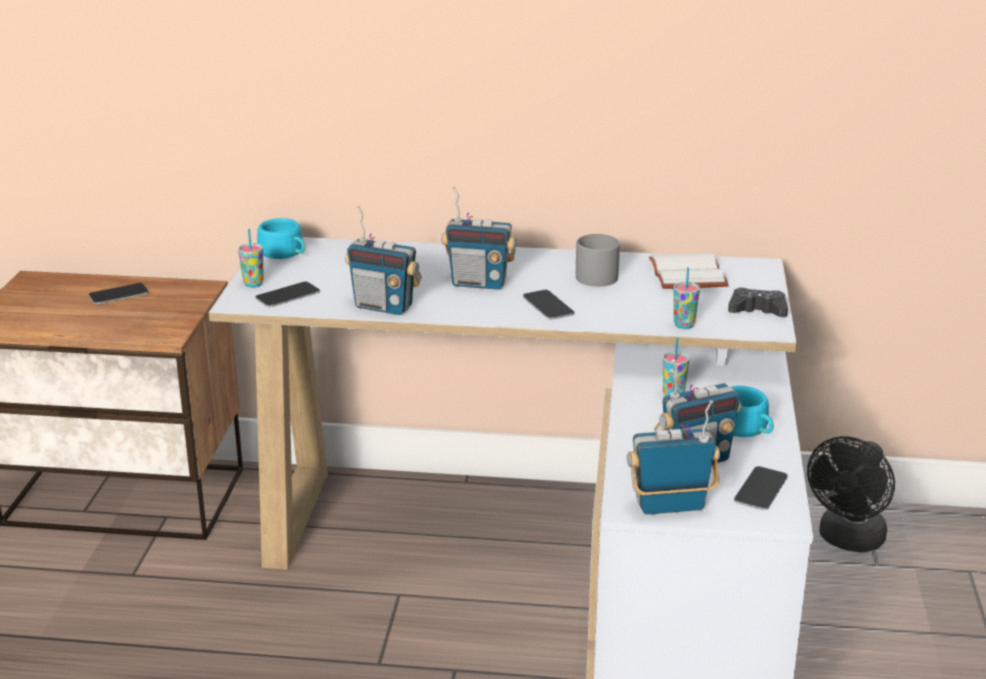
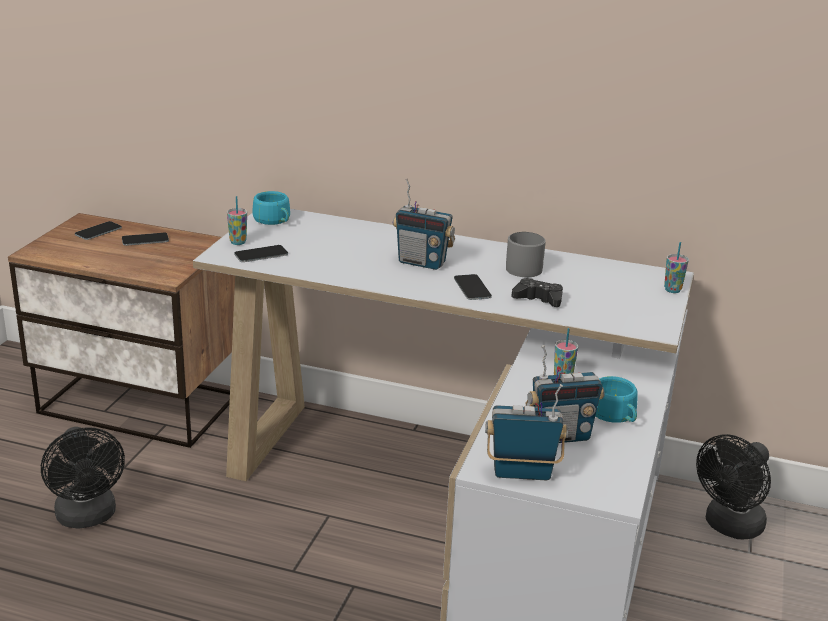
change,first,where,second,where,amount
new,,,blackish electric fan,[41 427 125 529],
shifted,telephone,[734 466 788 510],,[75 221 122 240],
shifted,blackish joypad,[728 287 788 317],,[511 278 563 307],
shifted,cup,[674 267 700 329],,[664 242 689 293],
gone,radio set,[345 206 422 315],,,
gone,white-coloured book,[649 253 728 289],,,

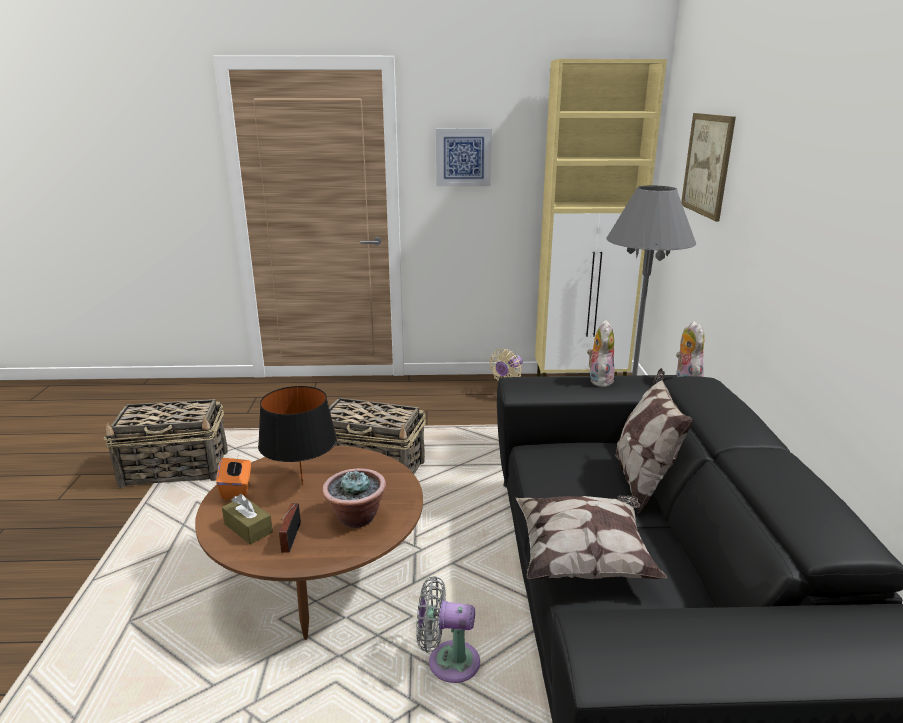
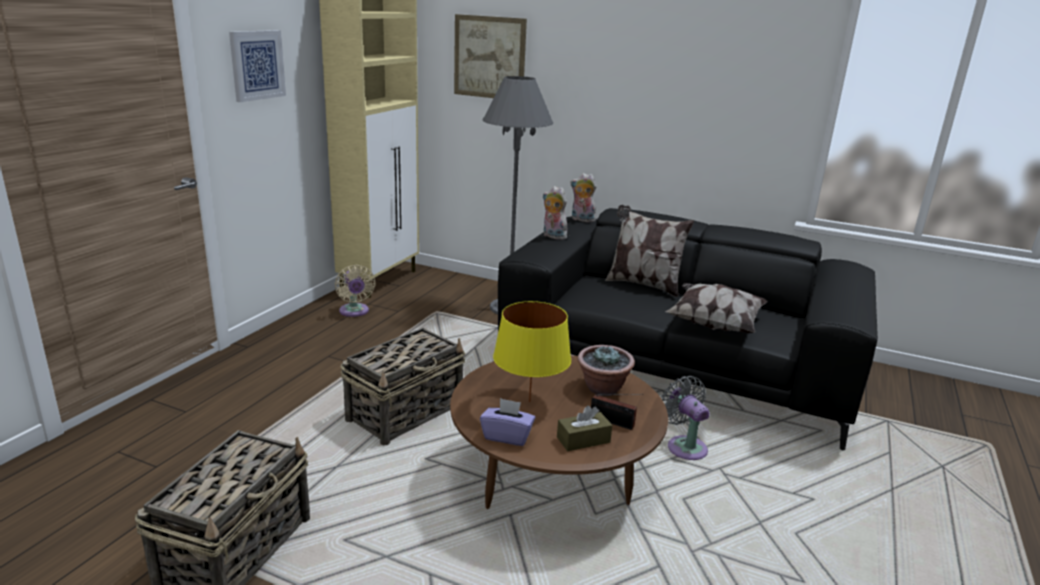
change,first,where,second,where,amount
repainted,orange-coloured tissue holder,[216 454 251 500],purple-coloured tissue holder,[480 398 535 446],
repainted,blackish table lamp,[258 386 337 485],yellow-coloured table lamp,[493 301 571 403],
rotated,grey electric fan,[416 576 480 683],,[661 376 710 460],120 degrees clockwise

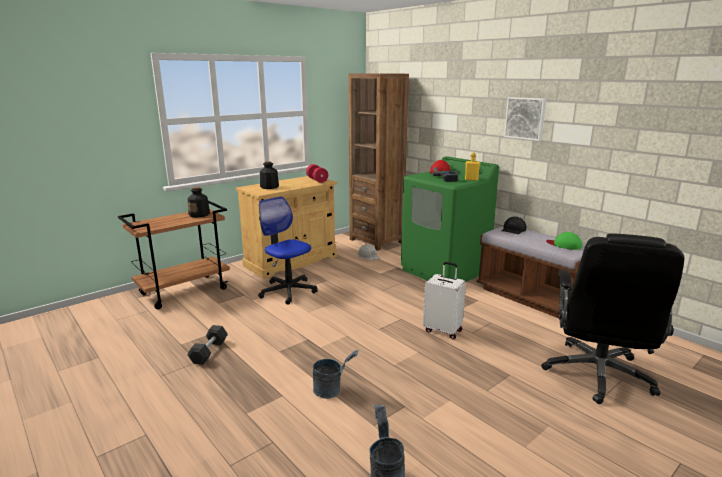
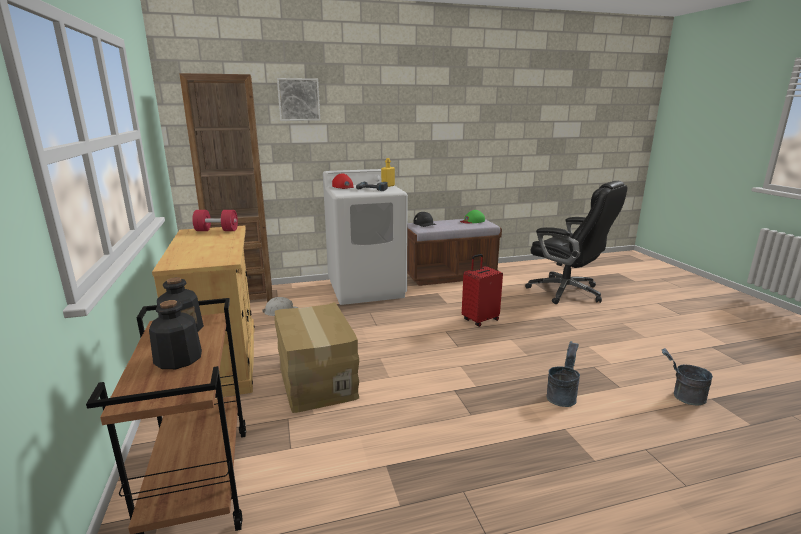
change,first,where,second,where,amount
shifted,drink bottle,[260 161 279 189],,[149 300 202 369],
swapped,office chair,[258 196 318 305],cardboard box,[274 302 359 413],
shifted,wall picture,[504 97 547 141],,[277 78 320 121],
repainted,green laundry appliance,[401 156 499 282],white-coloured laundry appliance,[323 169 408 305],
repainted,white-coloured piece of luggage,[423 262 466 339],reddish piece of luggage,[462 254 503 327],
gone,grey dumbbell,[188 325 228 365],,,

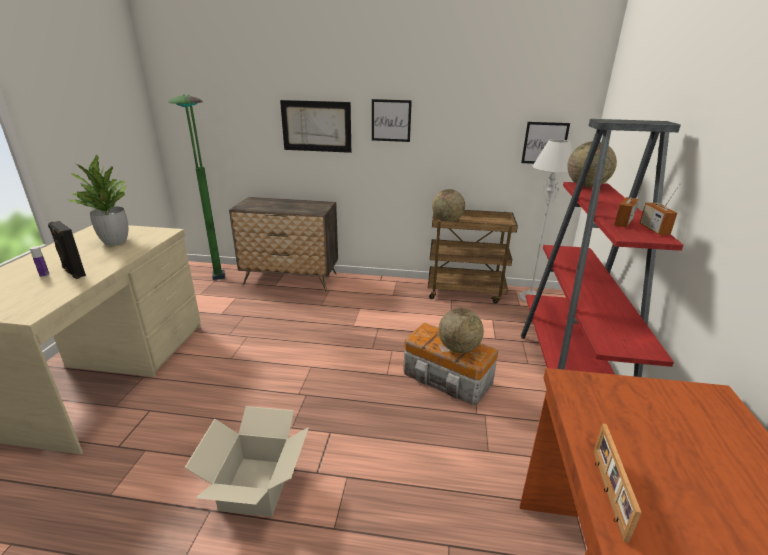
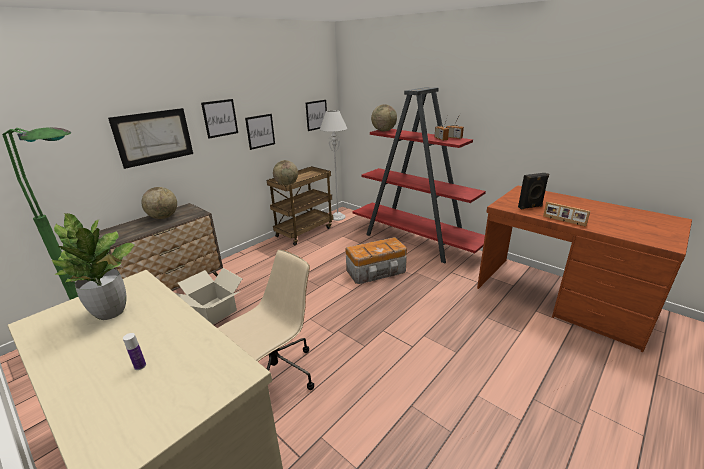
change,first,where,second,where,amount
shifted,world globe,[438 308 484 353],,[141 187 177 219],
shifted,cardboard box,[184 406 309 517],,[175 268 242 324],
new,,,beige-coloured office chair,[218 250 314 390],
new,,,wall picture,[245 114 275 150],
shifted,blackish audio speaker,[48 221 86 279],,[518 173 549 209],

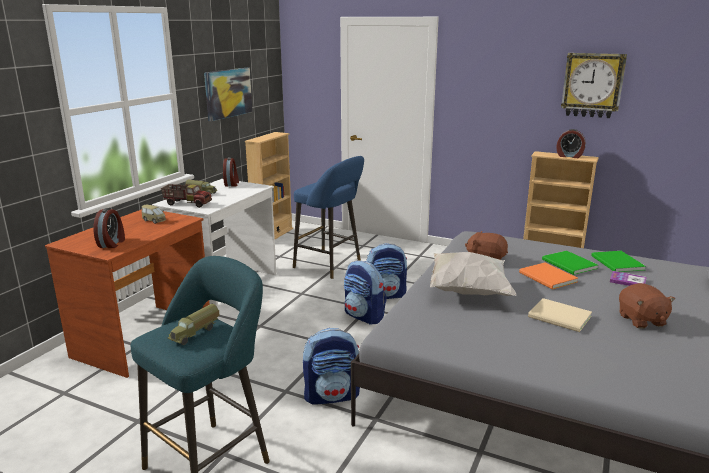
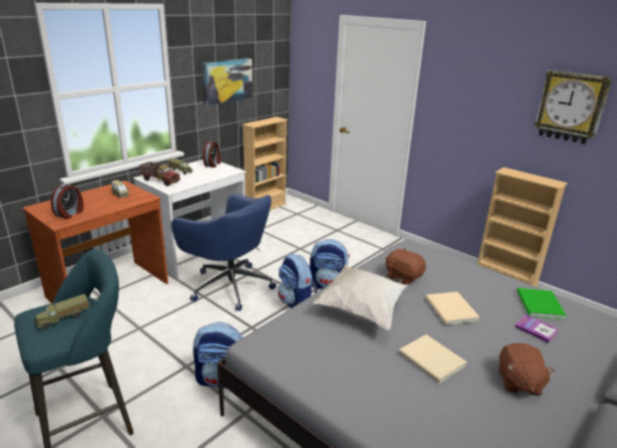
change,first,where,second,where,amount
new,,,bluish office chair,[171 194 276 311],
repainted,orange-coloured book,[519 263 578 289],beige-coloured book,[426 292 480 325],
gone,bluish sitting stool,[293 156 364 279],,,
gone,green book,[542 251 598 275],,,
gone,table clock,[556 129 586 158],,,

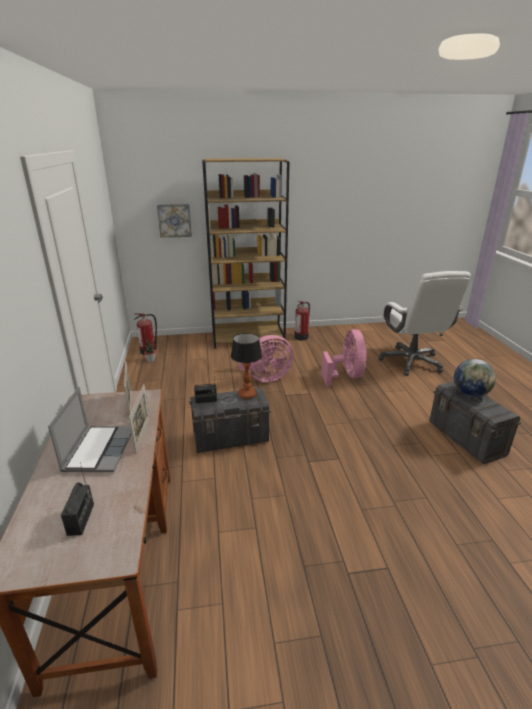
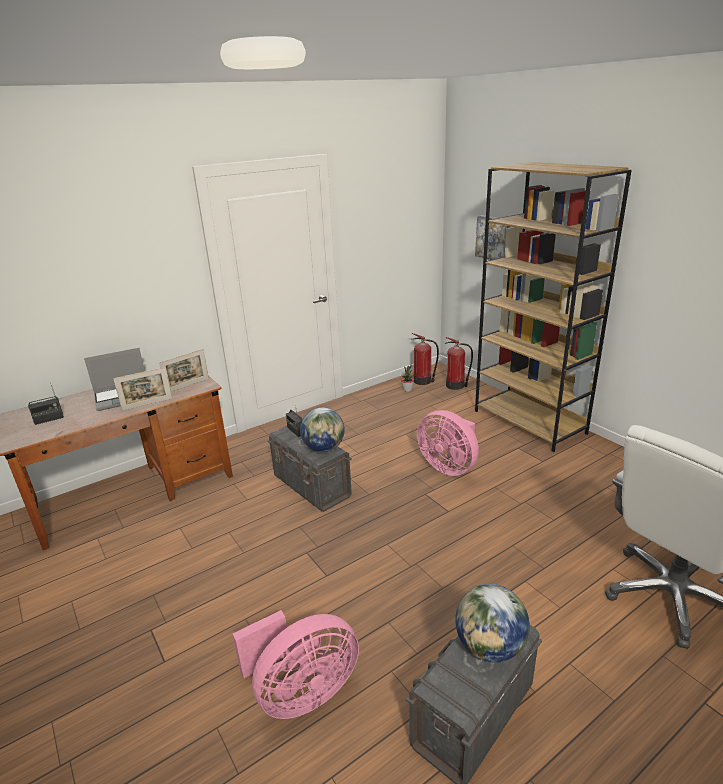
change,first,where,second,where,amount
shifted,pink electric fan,[321 329 367 386],,[232 610 359 719],
swapped,table lamp,[231 333 262 399],world globe,[300 407 345 452],
shifted,extinguisher,[294 301 310 340],,[445 337 473 390],

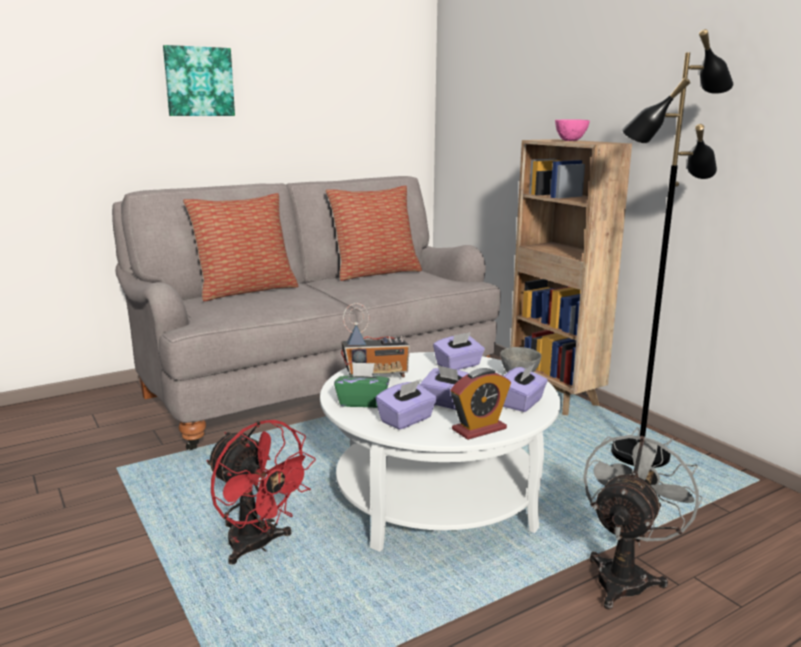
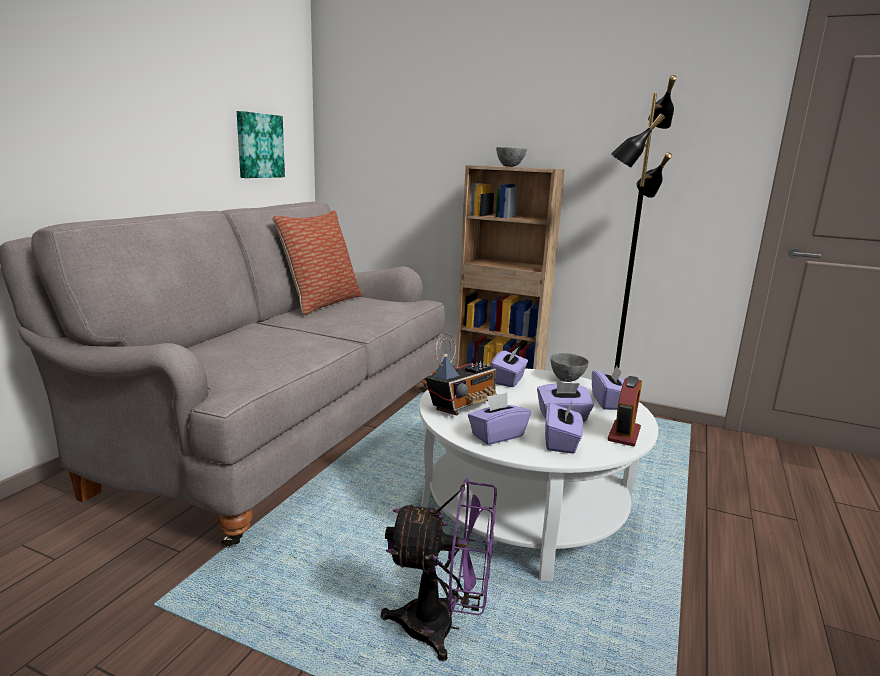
change,first,where,second,where,amount
shifted,wall picture,[163 45 235 116],,[237 111 285 178],
repainted,reddish electric fan,[207 420 316 565],purple-coloured electric fan,[381 478 497 662],
repainted,green tissue holder,[334 362 390 408],purple-coloured tissue holder,[468 393 531 445],
repainted,pink deep dish,[555 119 590 141],grey deep dish,[496 147 527 167],
gone,throw pillow,[183 193 298 302],,,
gone,grey electric fan,[583 427 703 610],,,

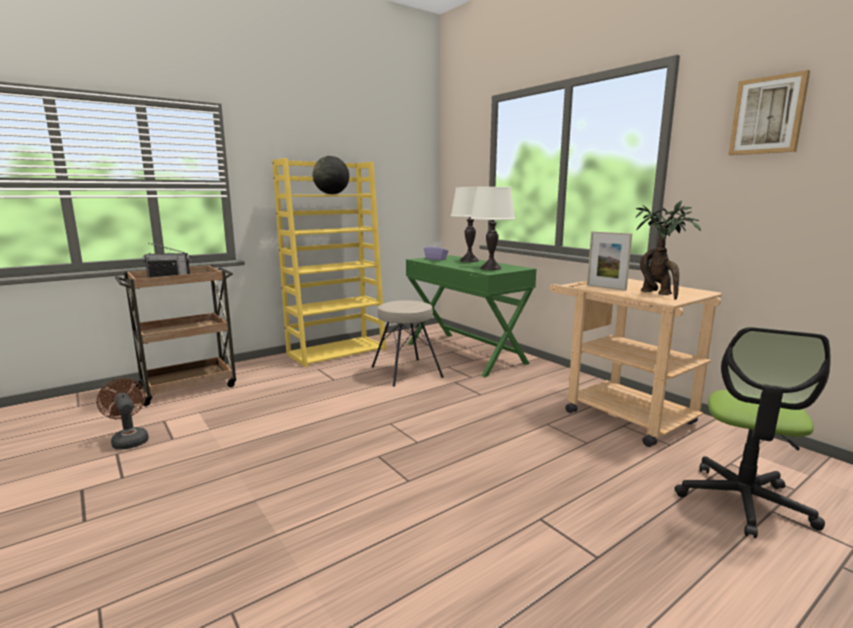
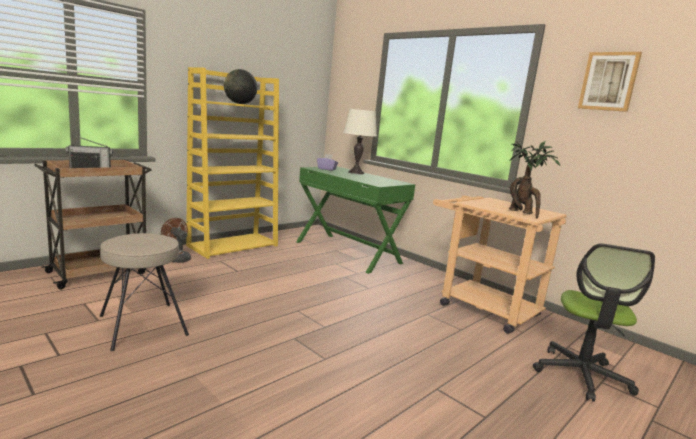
change,first,where,second,where,amount
shifted,beige-coloured sitting stool,[372 300 444 387],,[100 233 189 351],
shifted,brown electric fan,[96 378 149 450],,[161 218 191 263],
gone,white-coloured table lamp,[471 187 515 270],,,
gone,photo frame,[587 231 632 291],,,

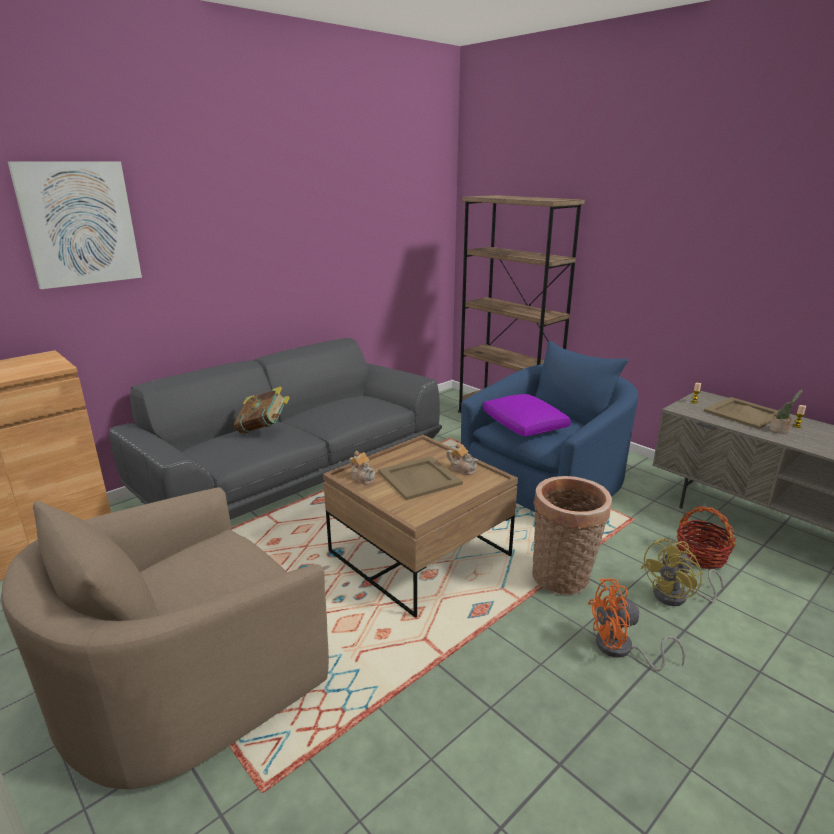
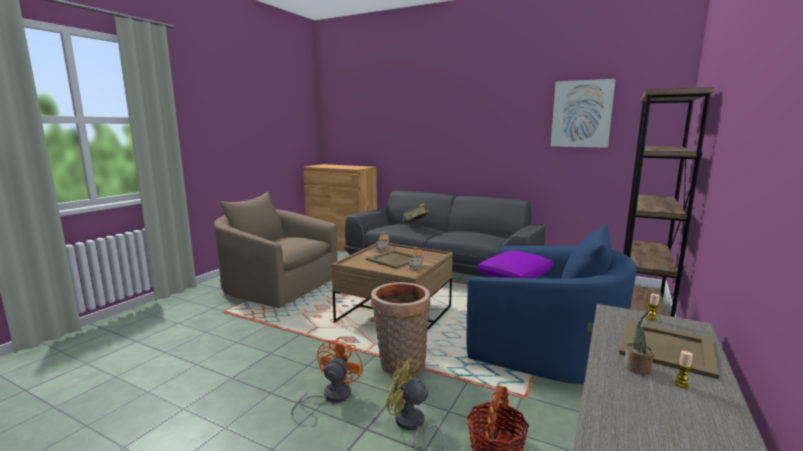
change,first,where,second,where,amount
rotated,orange-coloured electric fan,[588 579 685 671],,[291 337 364 415],45 degrees clockwise
shifted,wall picture,[8 161 142 289],,[551 79 616 148],

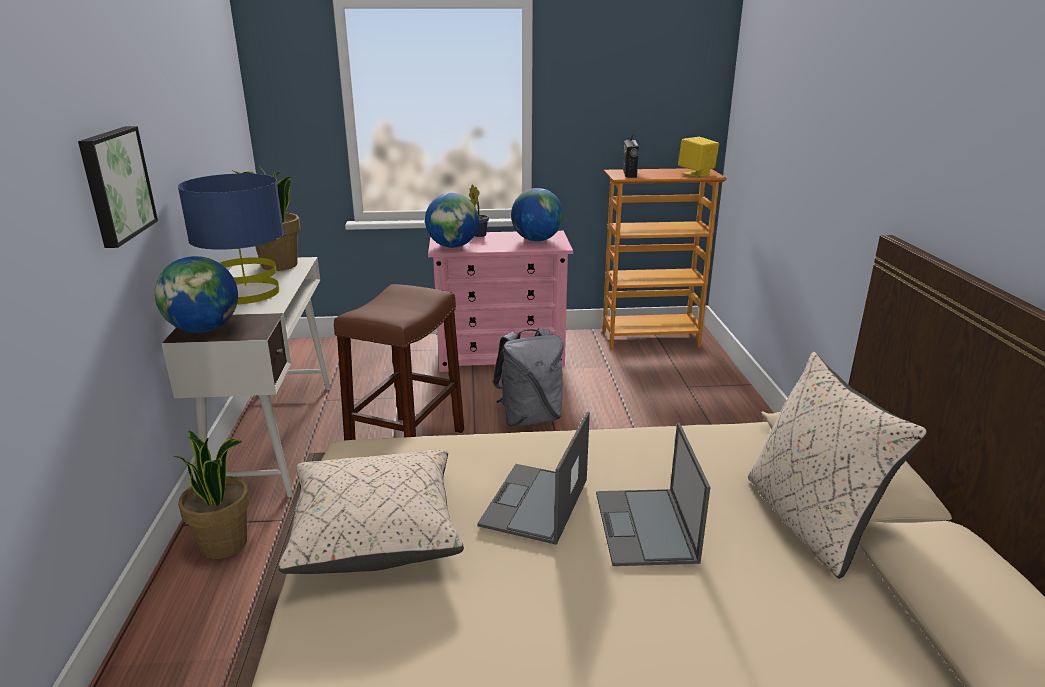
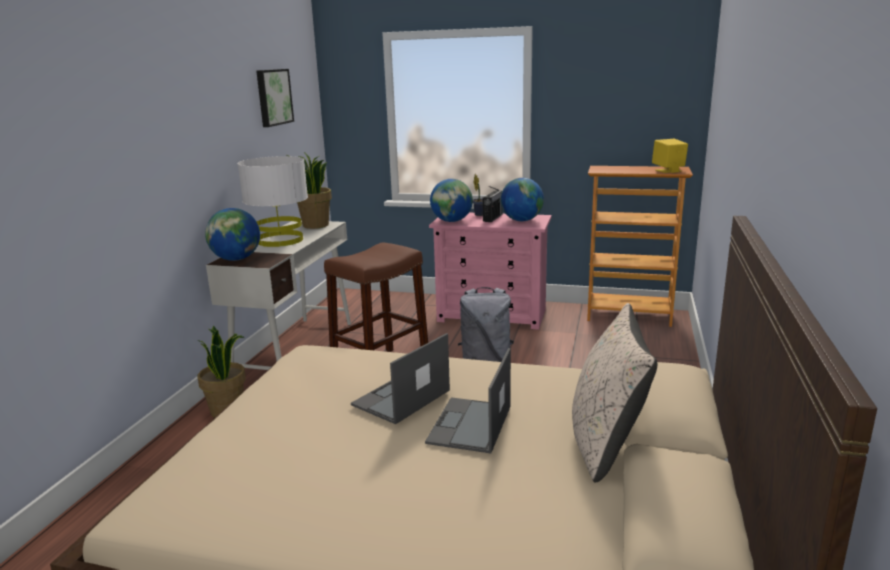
change,first,where,second,where,amount
repainted,bluish table lamp,[178 173 284 304],white-coloured table lamp,[237 156 308 247],
shifted,wall picture,[78 126 158 248],,[256 69 294 127],
shifted,radio set,[623 132 639 178],,[483 186 503 222],
gone,beige-coloured throw pillow,[278 449 464 574],,,

